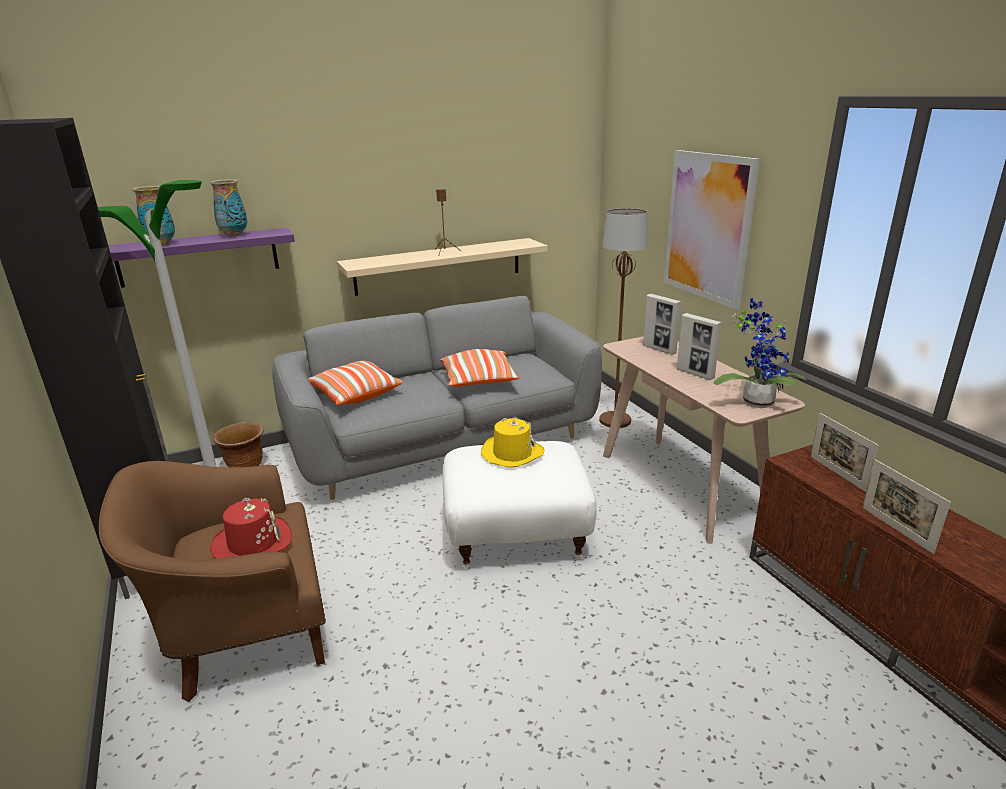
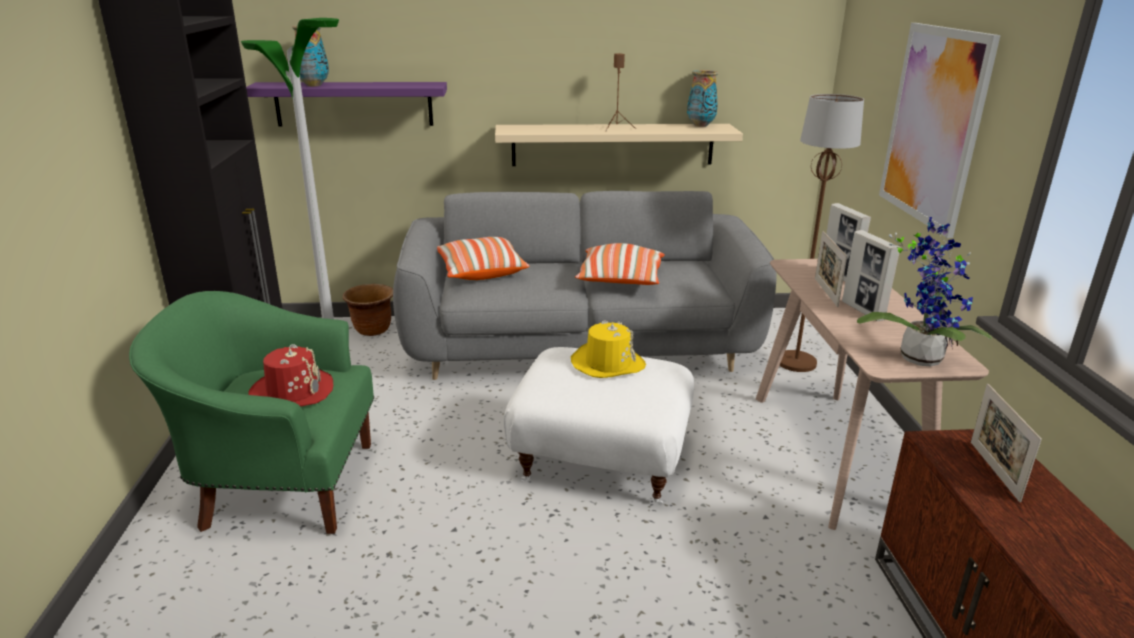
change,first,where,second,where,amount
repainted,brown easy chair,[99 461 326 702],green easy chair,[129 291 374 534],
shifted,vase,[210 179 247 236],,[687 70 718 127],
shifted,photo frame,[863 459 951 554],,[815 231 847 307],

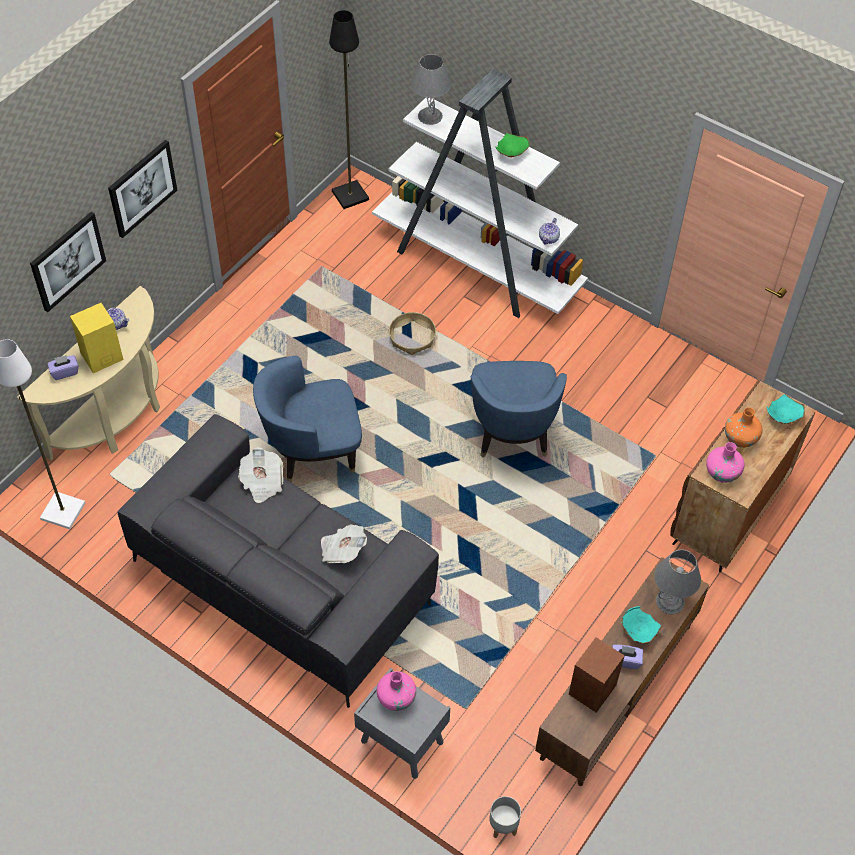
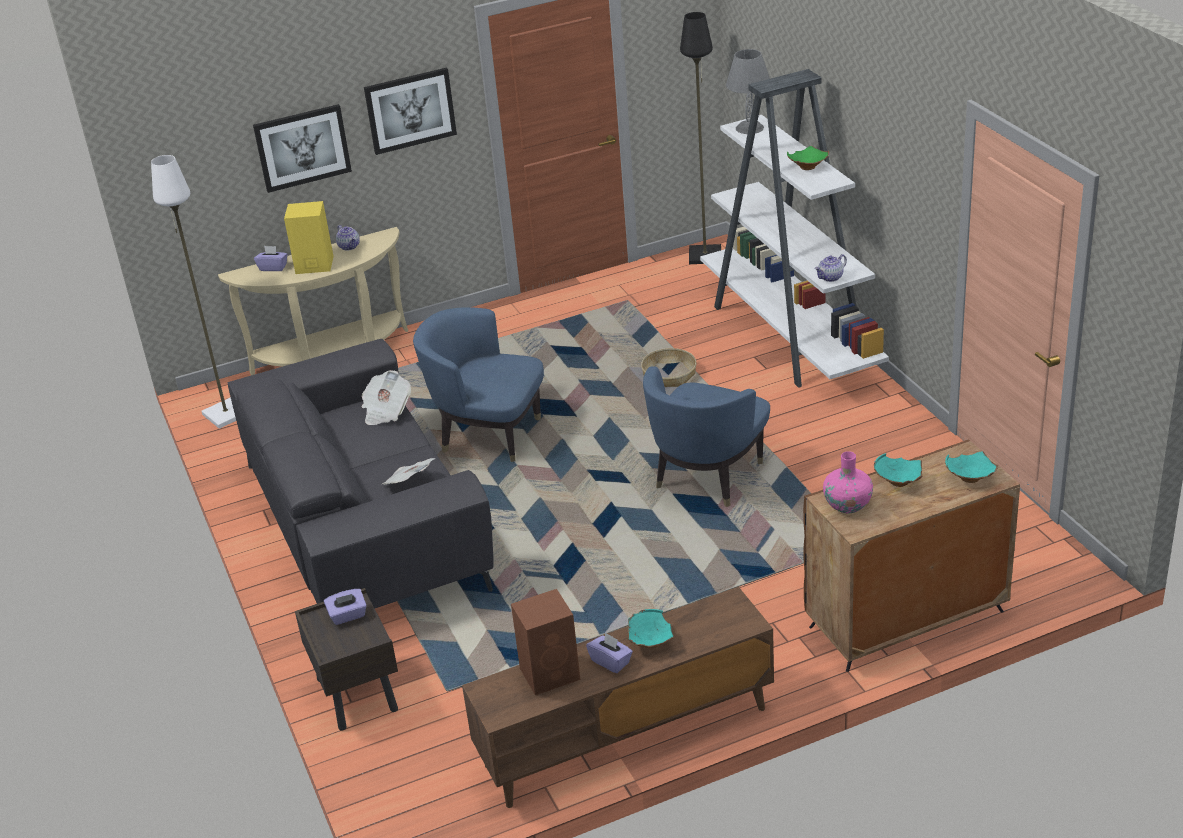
change,first,where,second,where,amount
repainted,grey nightstand,[354 668 450 779],brown nightstand,[295 588 398 731],
swapped,pink vase,[377 671 416 711],purple-coloured tissue holder,[324 589 367 625],
swapped,orange-coloured vase,[725 407 762 448],turquoise-coloured deep dish,[874 453 922 487],
gone,grey plant pot,[489 796 521 838],,,
gone,grey table lamp,[654 550 701 614],,,

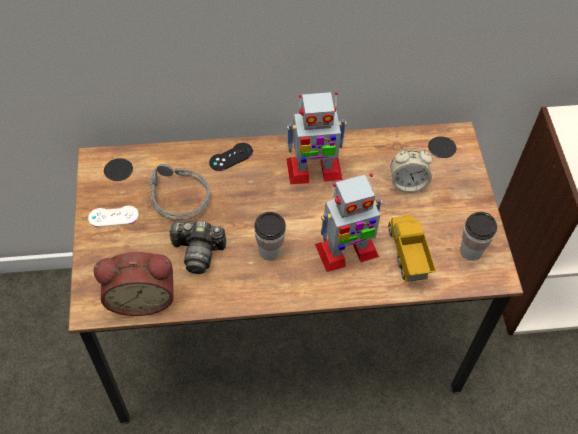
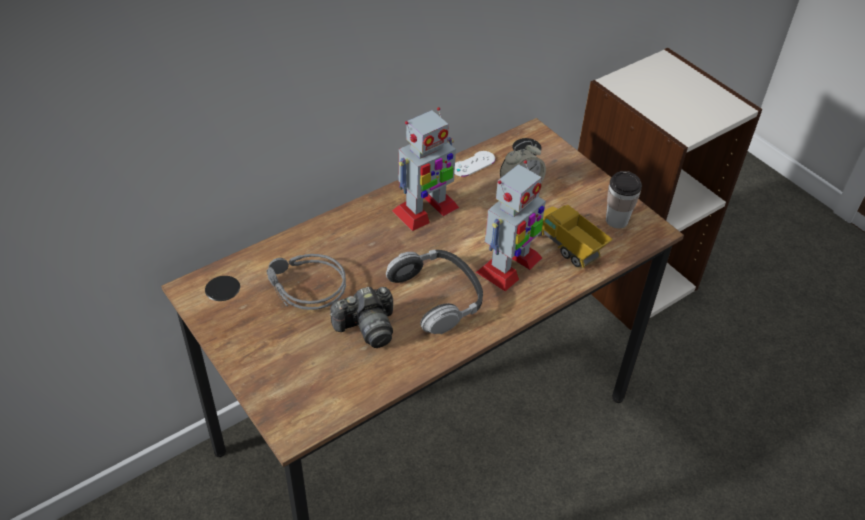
change,first,where,second,where,amount
swapped,cup,[254 212 286 261],headset,[386 249 483 334],
shifted,white-coloured joypad,[88 206 139 227],,[454 151 495 177],
gone,table clock,[93 252 174 316],,,
gone,blackish joypad,[209 143 253 171],,,

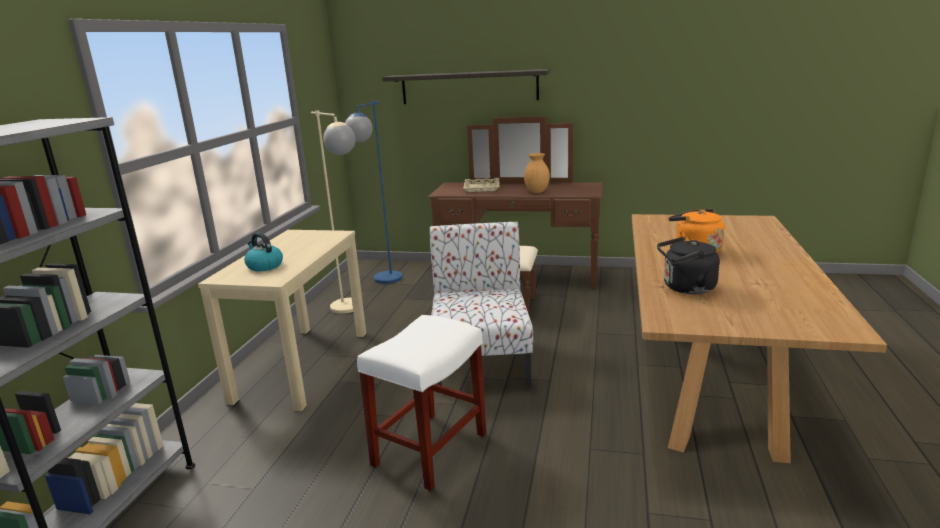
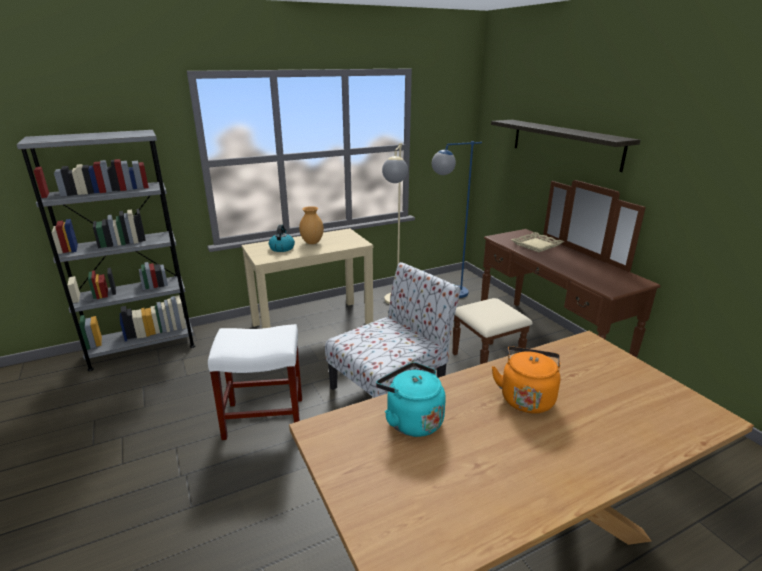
change,first,where,second,where,amount
shifted,brown vase,[524 153 550 193],,[299 206 324 244],
repainted,blackish kettle,[657 237 720 294],turquoise-coloured kettle,[376 362 446 437],

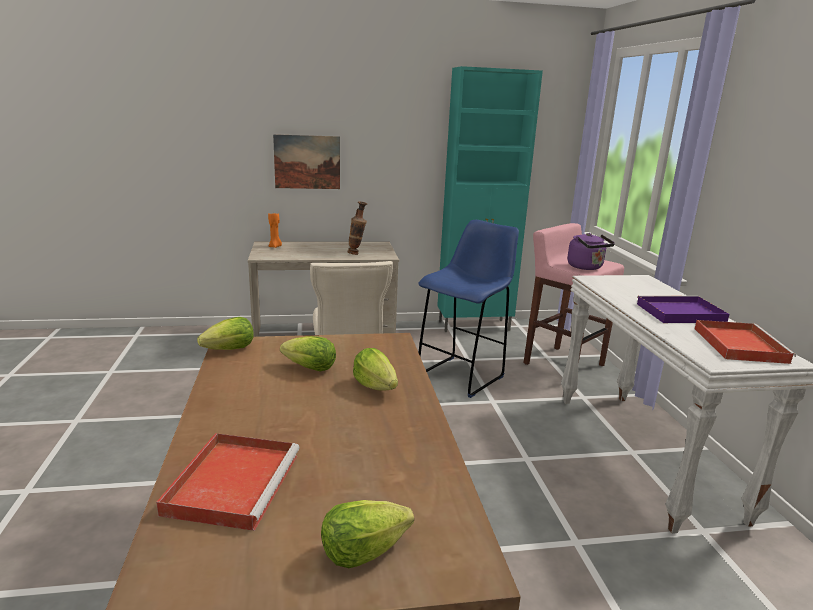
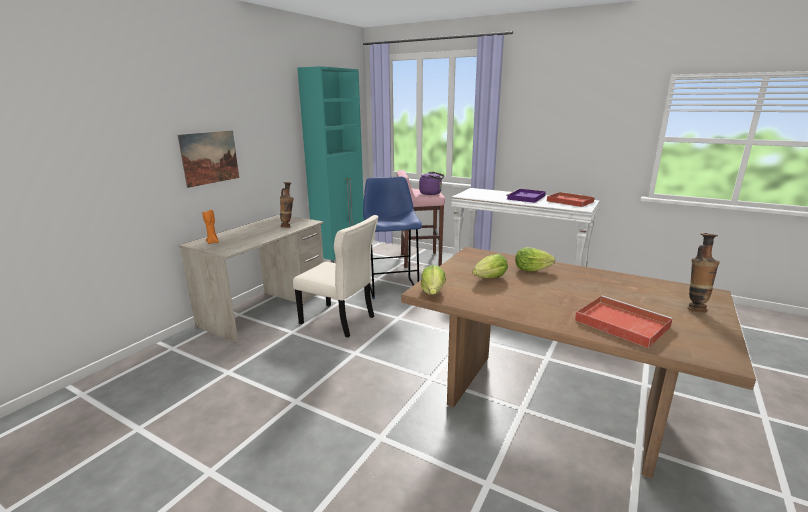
change,first,where,second,where,amount
swapped,head of lettuce,[321 500 414 568],vase,[687 233 720 313],

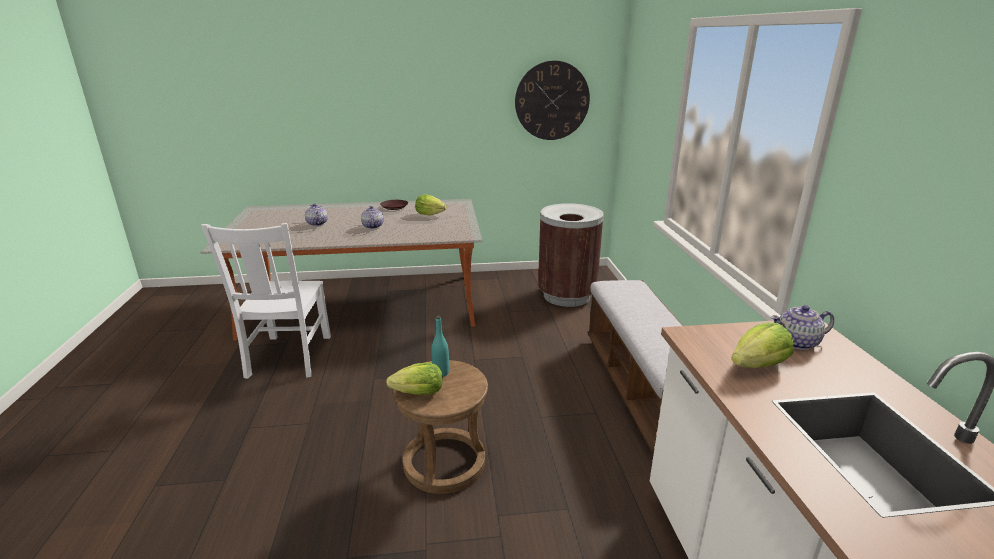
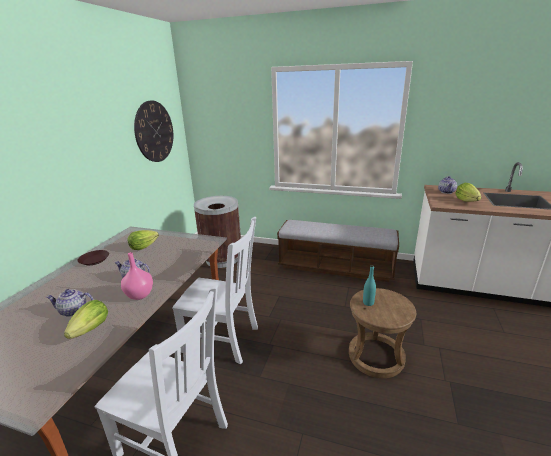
change,first,where,second,where,amount
shifted,head of lettuce,[386 363 443 395],,[64 300 108 339],
new,,,pink vase,[121 252 153 300],
new,,,white-coloured plain chair,[172 217 258 364],

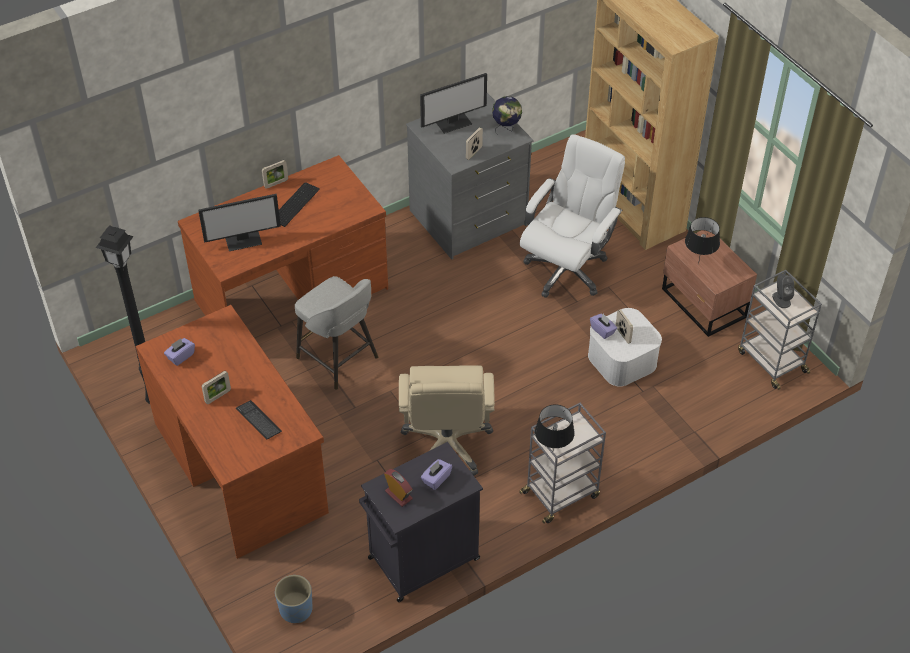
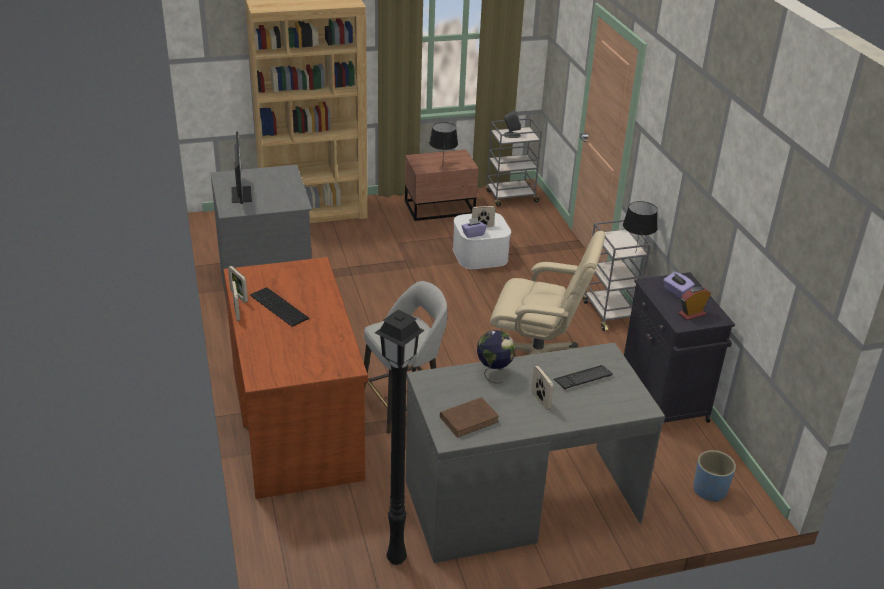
change,first,where,second,where,amount
shifted,photo frame,[466 127 483 160],,[228 266 248 303],
repainted,brown desk unit,[136 305 329 559],grey desk unit,[406 343 665 563],
swapped,purple-coloured tissue holder,[164 338 195 366],brown book,[440 397 499 438],
shifted,world globe,[492 96 522 135],,[477 330 515 384],
gone,computer display,[198 194 281 251],,,
gone,white-coloured office chair,[520 135 625 298],,,

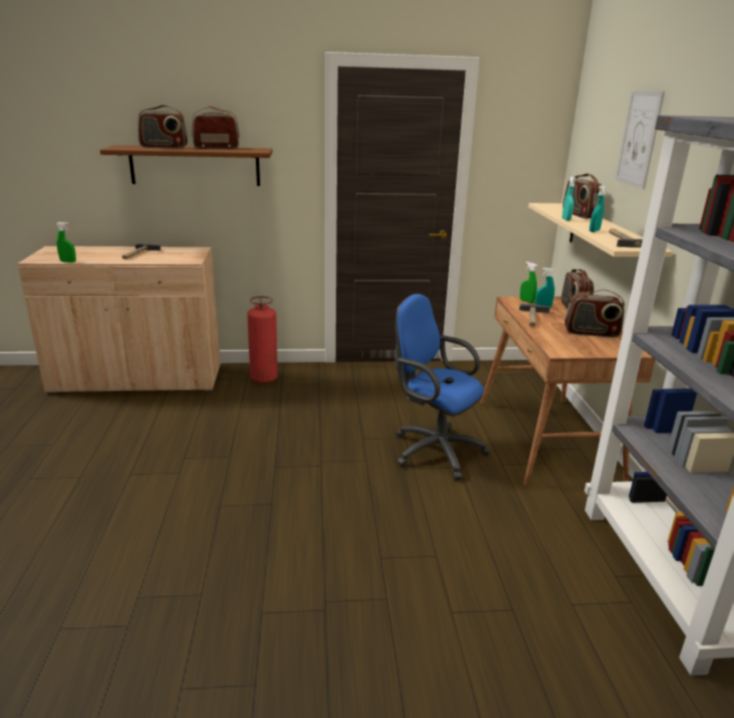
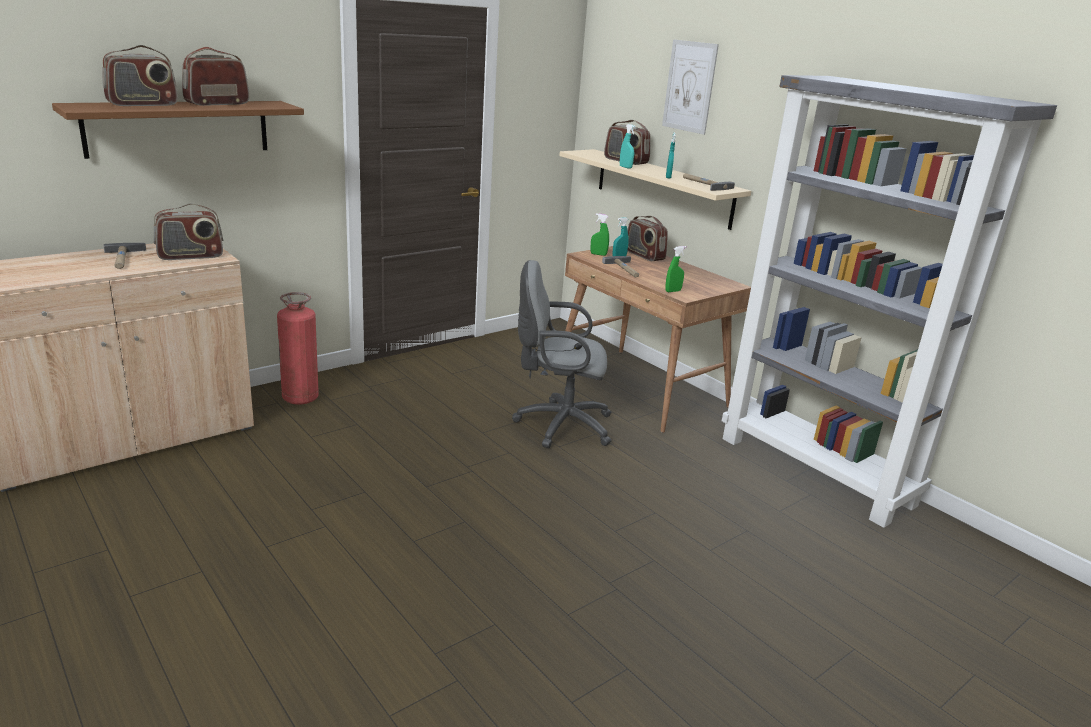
change,first,where,second,where,amount
shifted,radio set,[565 289 624 337],,[154 204 223 260],
repainted,bluish office chair,[395 294 490 480],grey office chair,[512 260 612 448],
shifted,green spray bottle,[56 222 76 263],,[665 246 686 292],

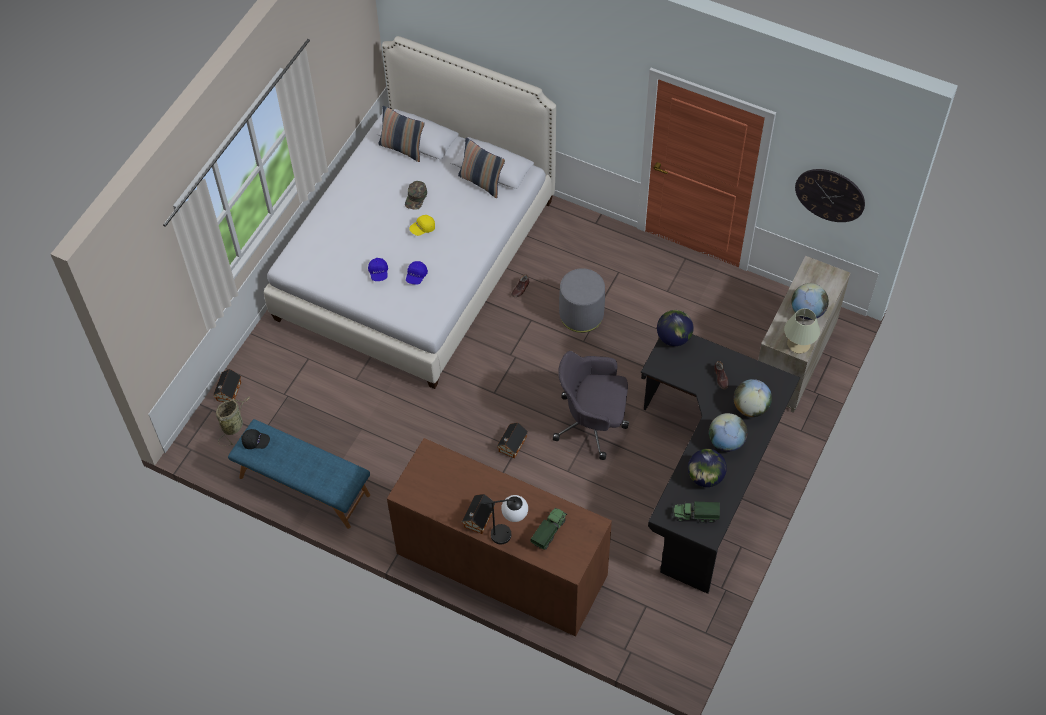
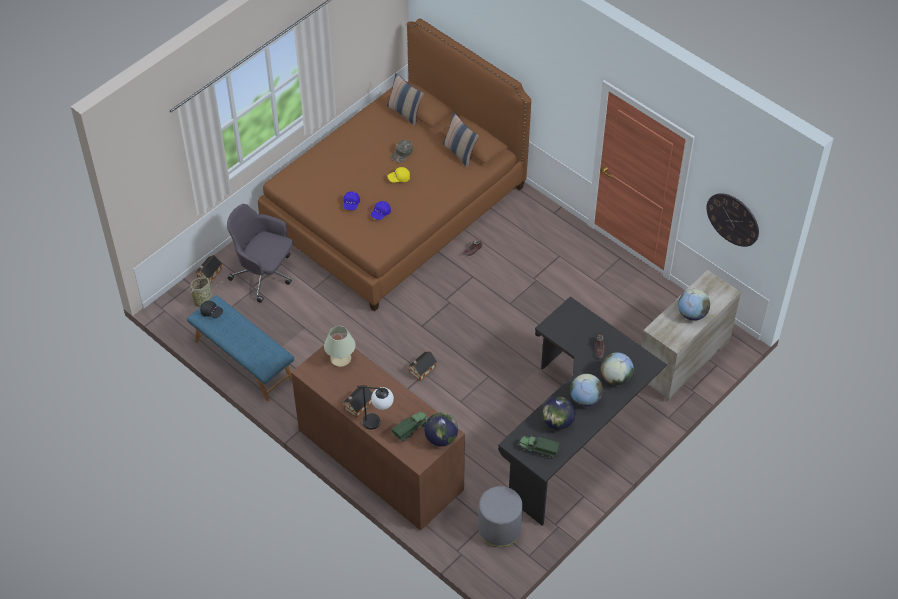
change,first,where,second,where,amount
shifted,grey office chair,[553 351 629 460],,[227 204 293 303],
repainted,white-coloured bed,[264 36 556 389],brown bed,[258 19 531 312],
shifted,beige-coloured table lamp,[784 308 820 354],,[324 326 356 367],
shifted,world globe,[657 310 693 346],,[424 413 458 446],
shifted,grey pouffe,[559 268 605 333],,[478 486 523 547],

